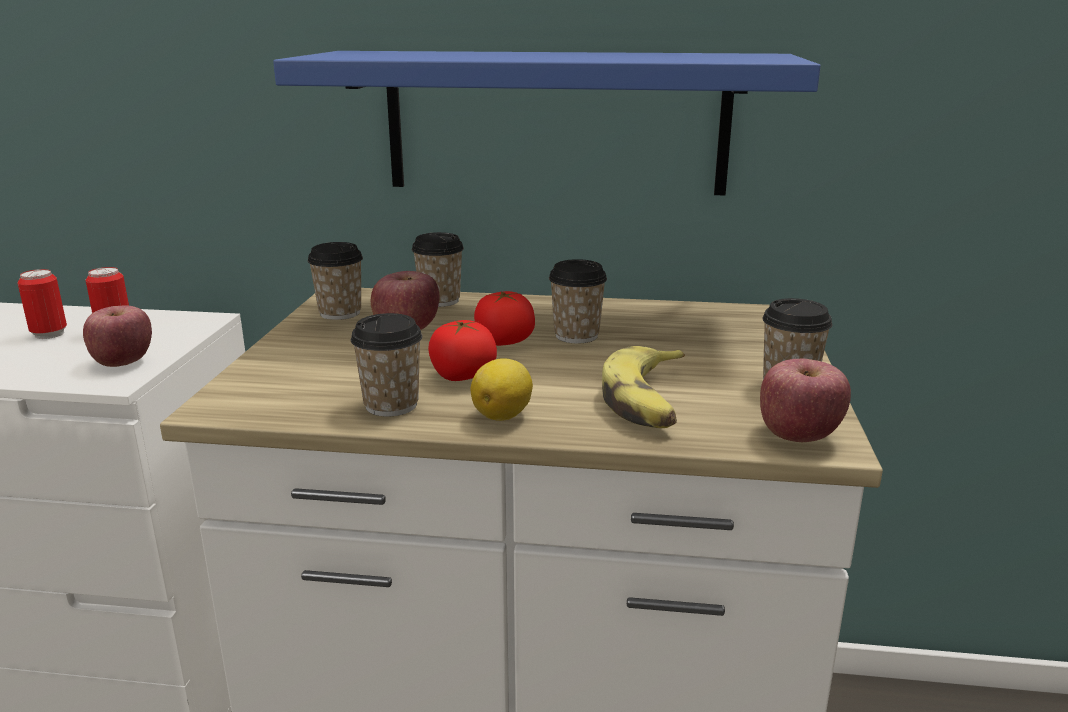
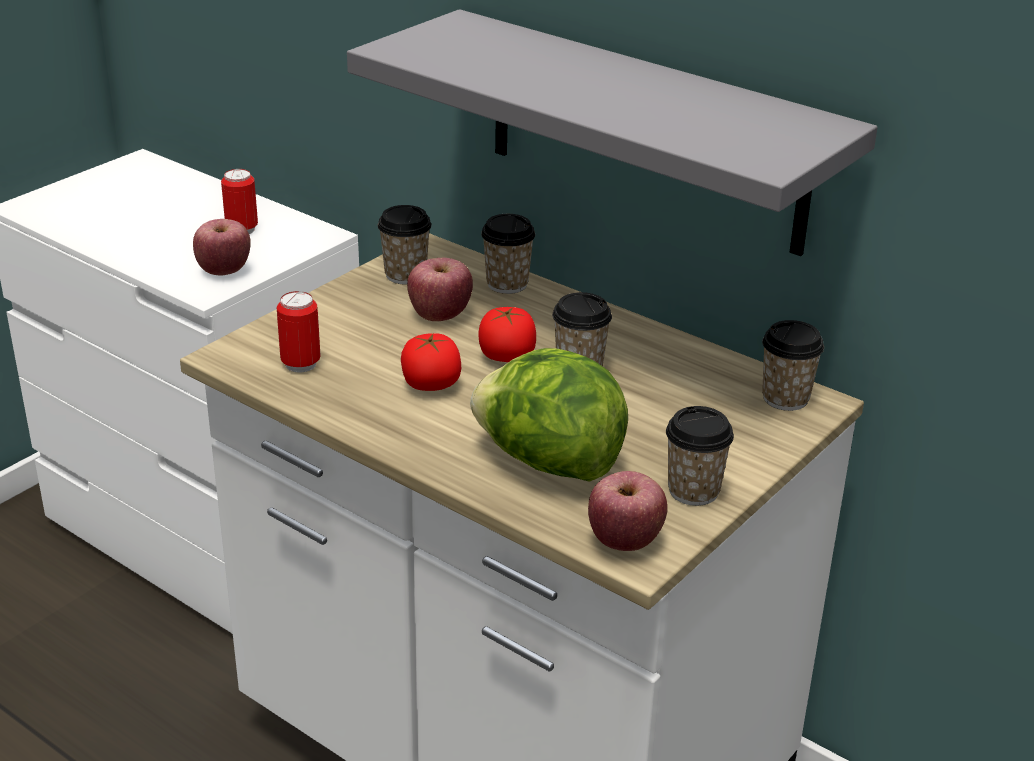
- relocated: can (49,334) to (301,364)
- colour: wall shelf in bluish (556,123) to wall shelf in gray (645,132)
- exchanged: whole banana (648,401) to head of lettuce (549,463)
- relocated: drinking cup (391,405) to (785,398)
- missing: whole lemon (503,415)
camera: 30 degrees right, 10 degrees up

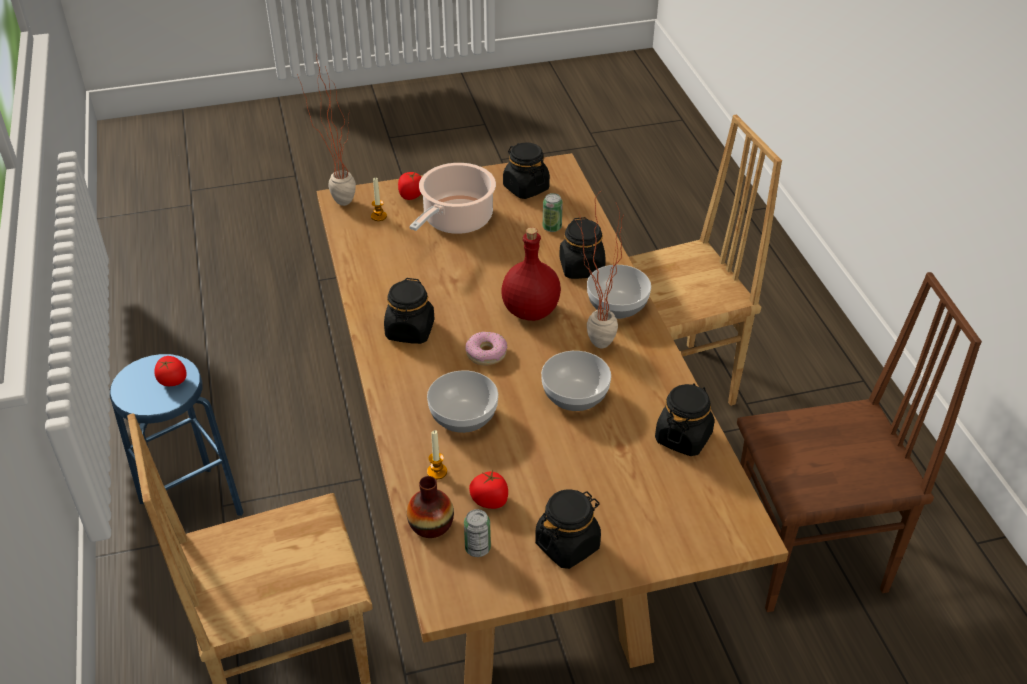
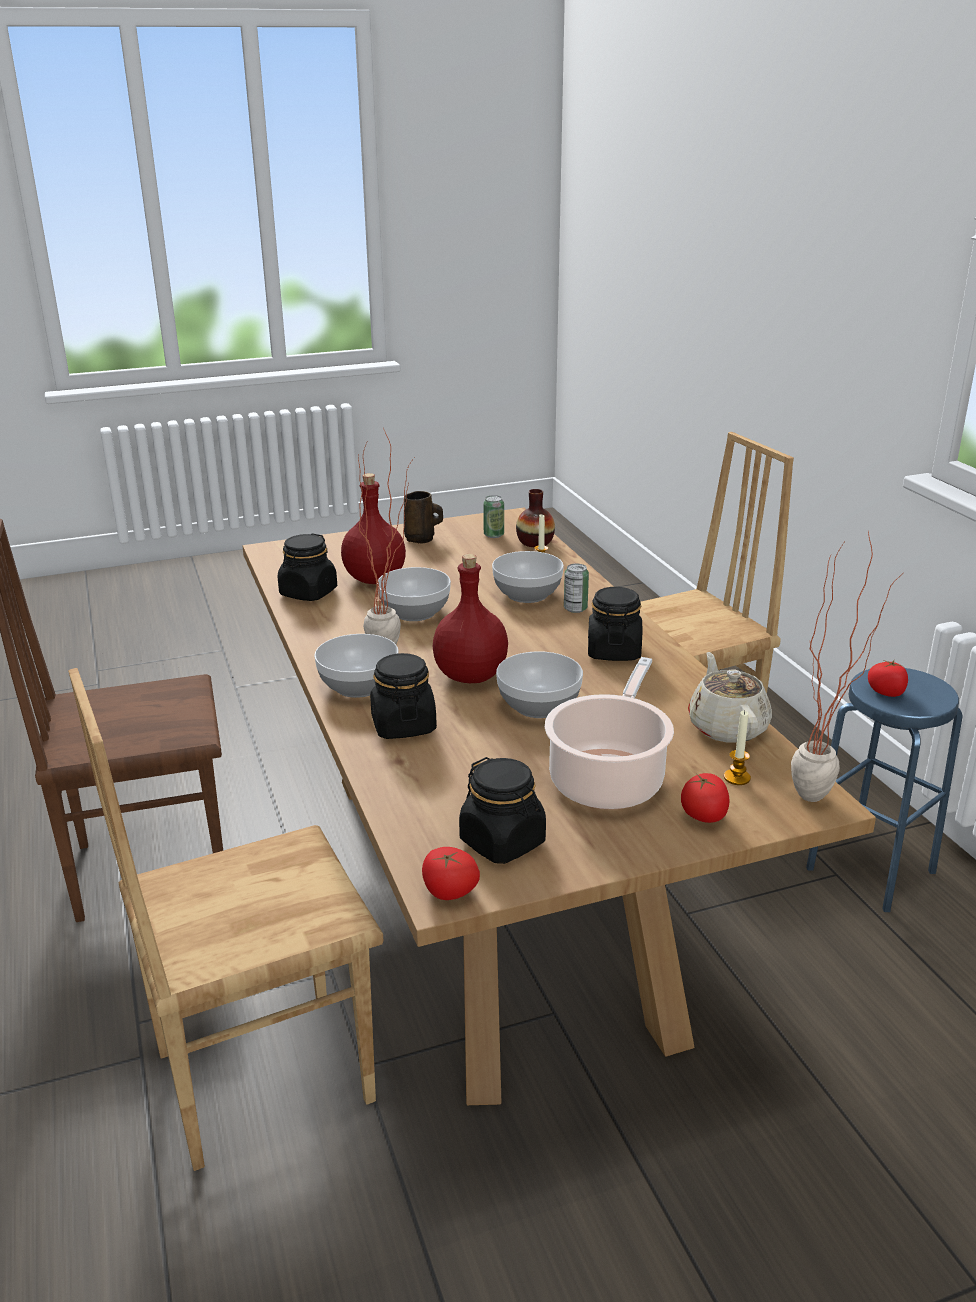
- appeared: bottle in red (374,578)
- exchanged: jar in blackish (567,545) to mug in brown (421,539)
- relocated: whole tomato (490,500) to (449,892)
- appeared: serving bowl (537,705)
- relocated: can (552,227) to (575,609)
- appeared: pot for tea in beige (727,727)
- missing: doughnut (486,353)
camera: 175 degrees right, 15 degrees down

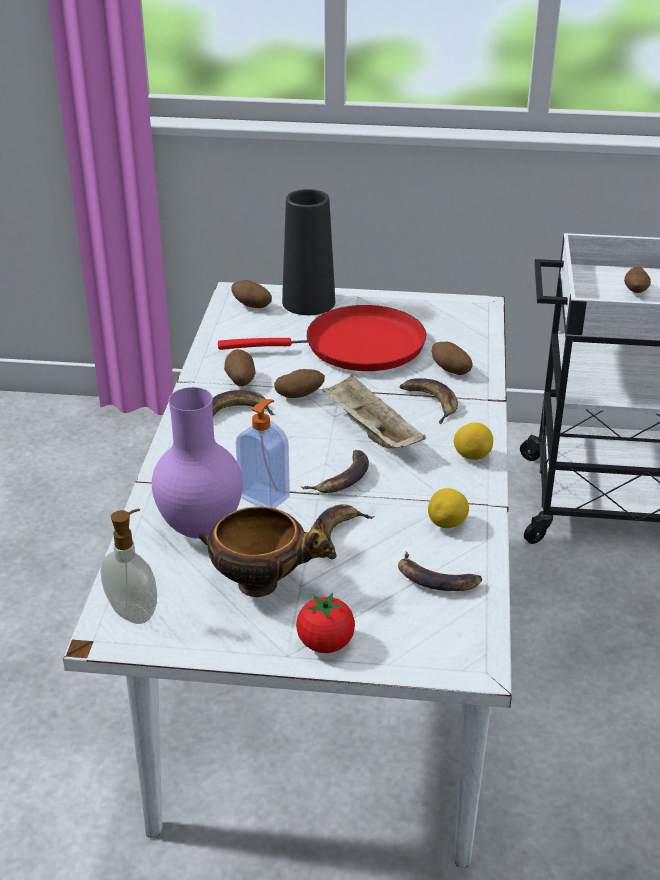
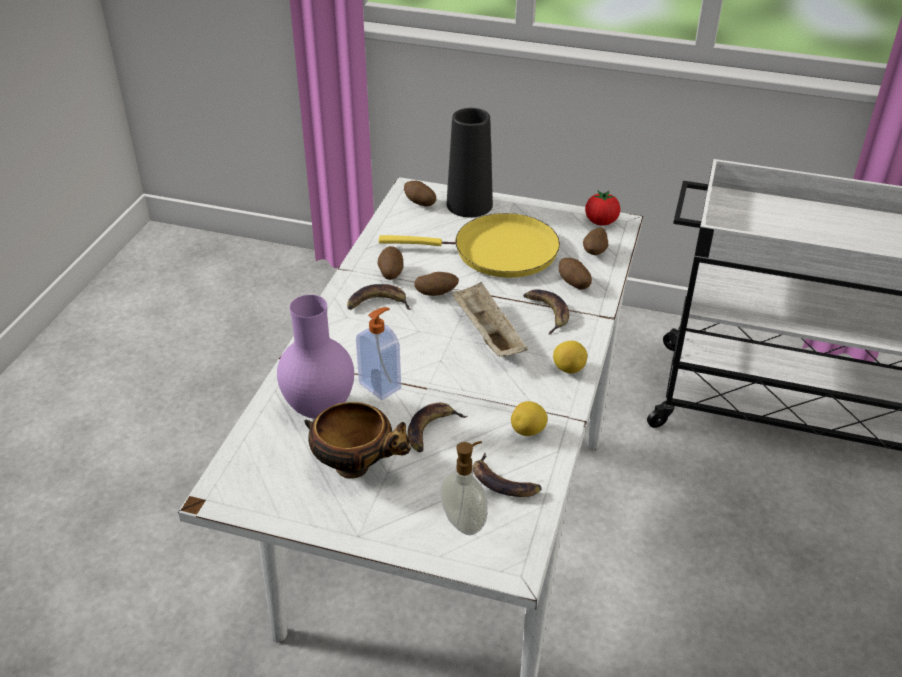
- colour: skillet in red (356,347) to skillet in yellow (498,252)
- relocated: soap bottle (134,611) to (464,522)
- relocated: whole potato (635,291) to (595,252)
- relocated: whole tomato (325,643) to (601,222)
- missing: whole banana (342,478)
camera: 10 degrees right, 5 degrees up

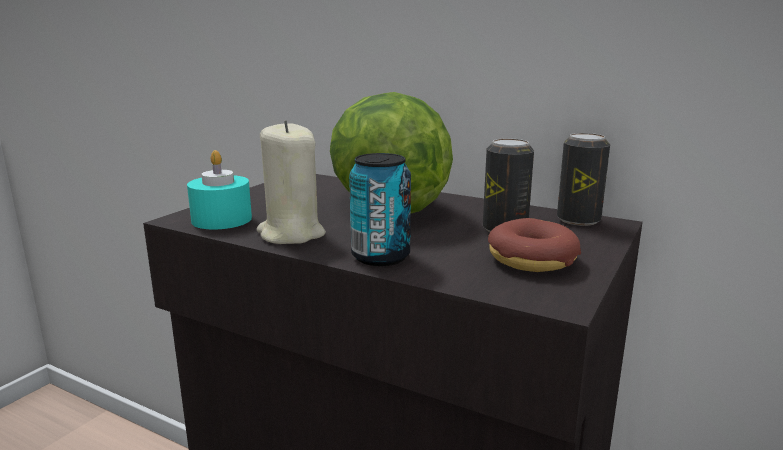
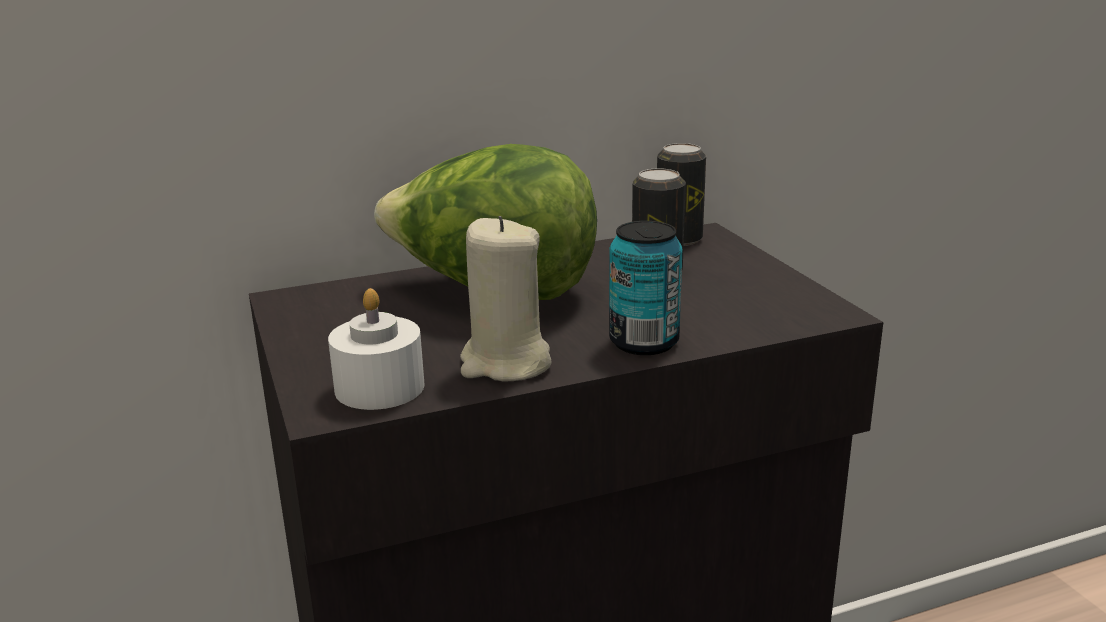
- colour: wax candle in turquoise-coloured (221,219) to wax candle in white-coloured (379,387)
- missing: doughnut (531,260)
camera: 50 degrees left, 5 degrees up

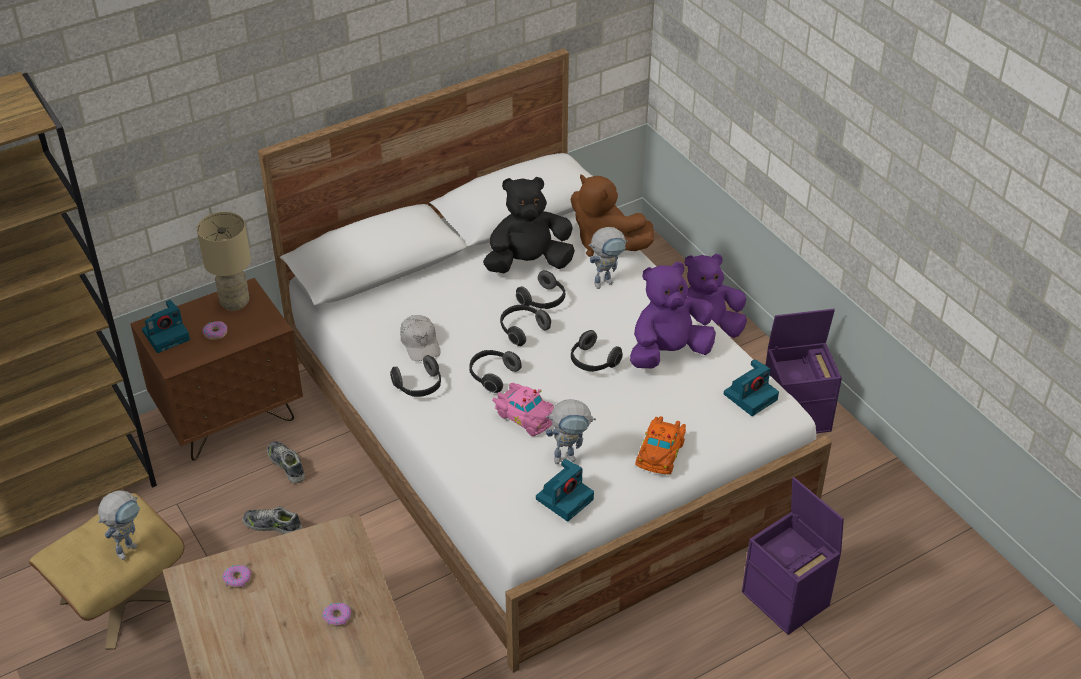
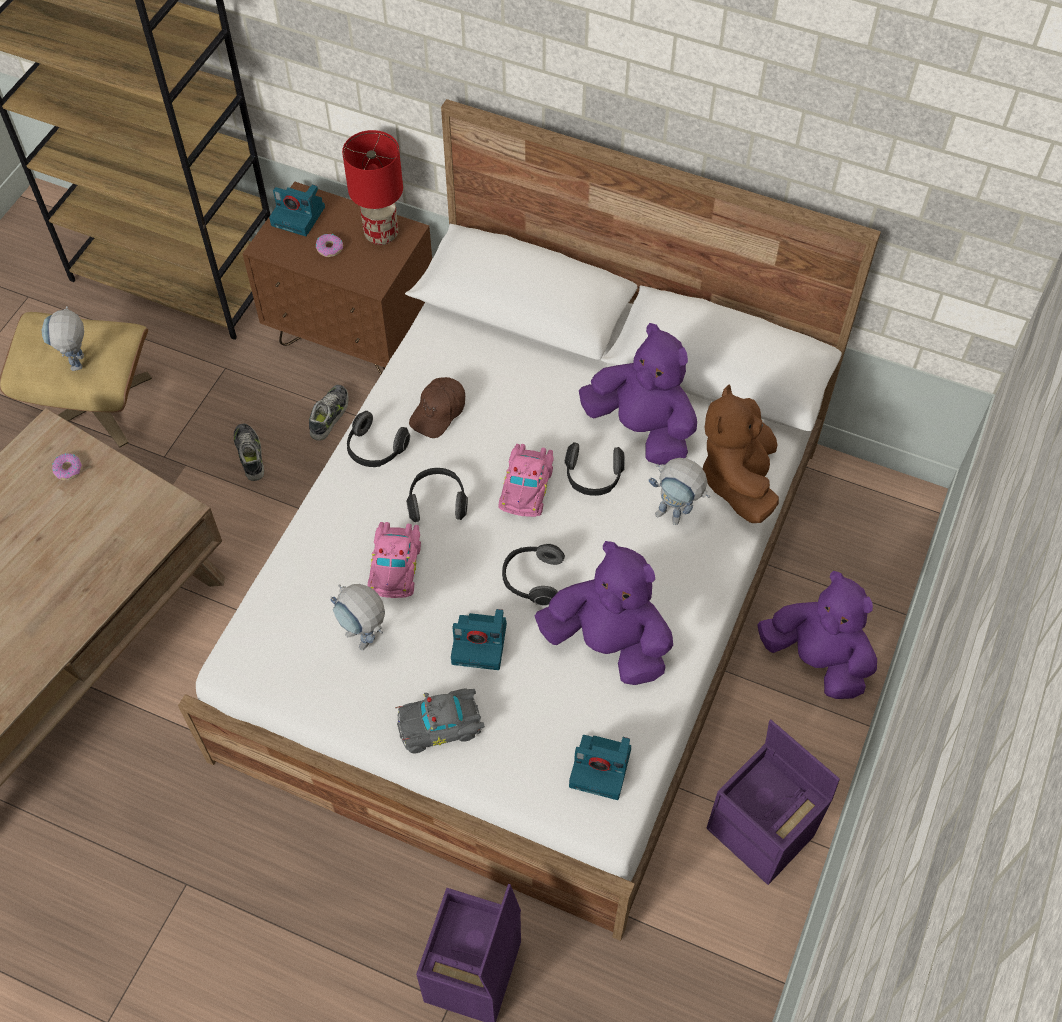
- spun: robot figure (129,546) = (79,367) 90 degrees clockwise
- colour: tabletop lamp in beige (235,303) to tabletop lamp in red (381,235)
- colour: model car in orangey (661,452) to model car in gray (442,725)
- colour: baseball cap in white-coloured (420,343) to baseball cap in brown (439,412)
- relocated: photo camera (565,498) to (481,643)
- exchanged: pair of headphones (522,330) to model car in pinkish (527,486)
- colour: cuddly toy in blackish (528,263) to cuddly toy in purple-coloured (641,429)
- missing: doughnut (337,617)
camera: 55 degrees right, 15 degrees up

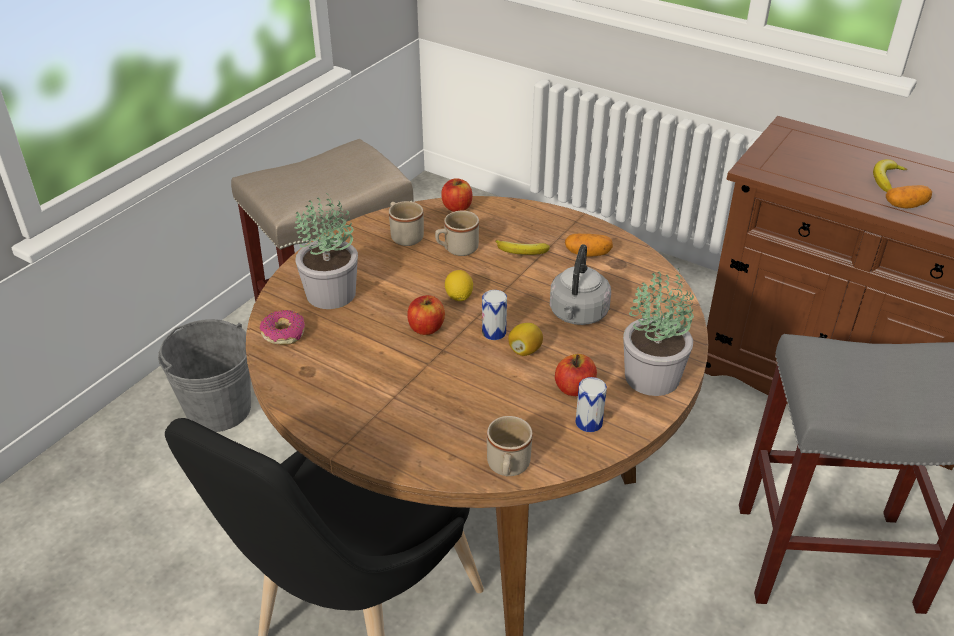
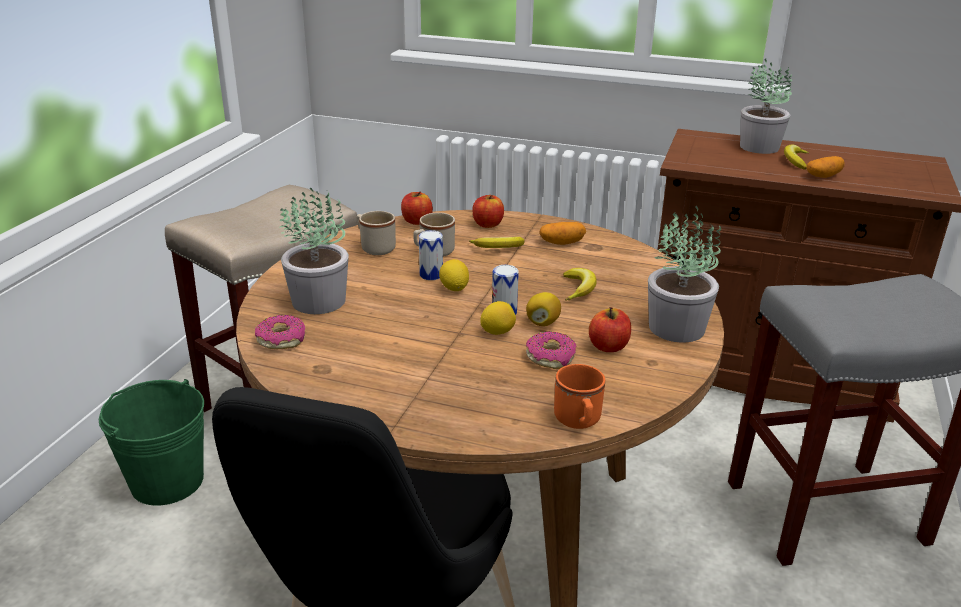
- colour: bucket in gray (219,409) to bucket in green (167,481)
- relocated: can (588,423) to (431,275)
- relocated: apple (426,328) to (487,224)
- appeared: whole lemon (497,332)
- appeared: doughnut (550,357)
- colour: mug in beige (507,468) to mug in orangey (578,422)
- exchanged: kettle in gray (577,315) to whole banana (578,289)
- appeared: plant in a pot (758,147)
camera: 15 degrees left, 10 degrees down

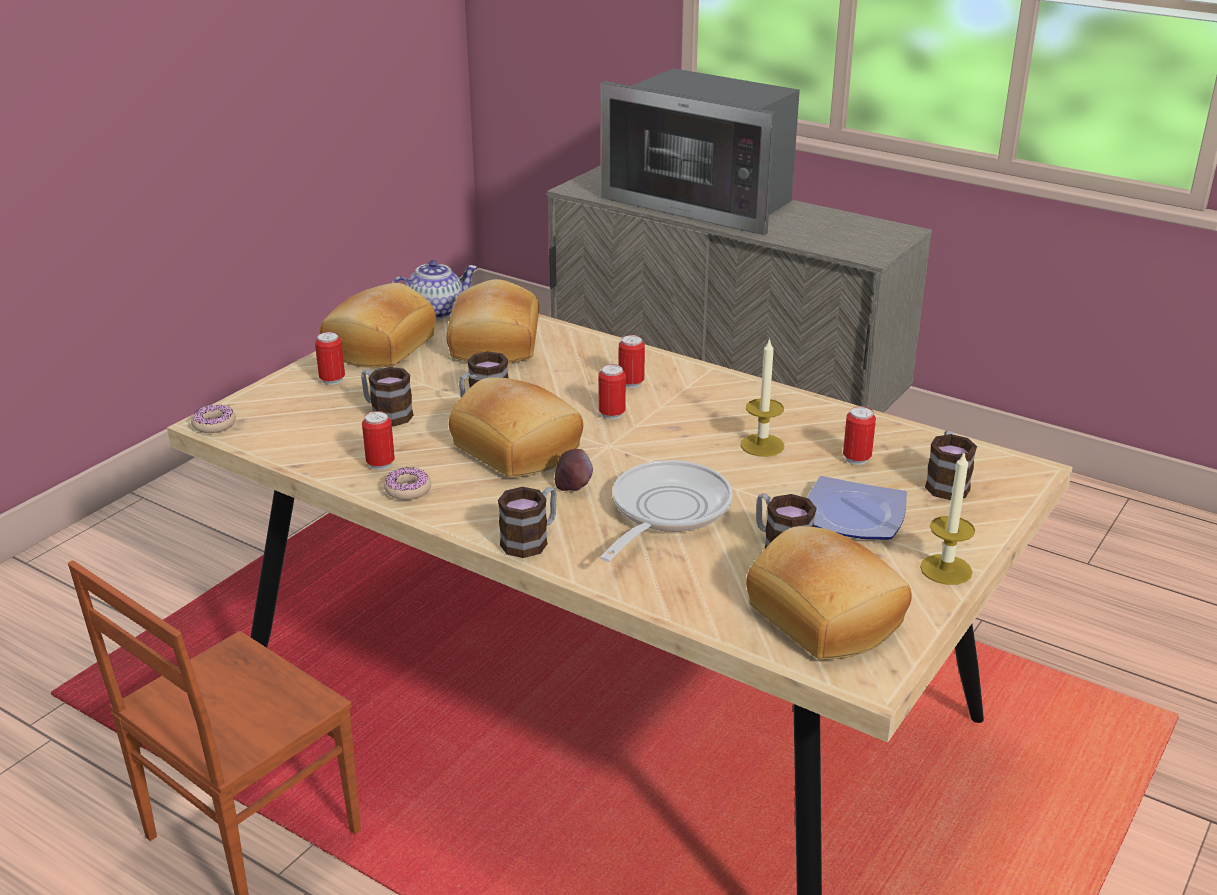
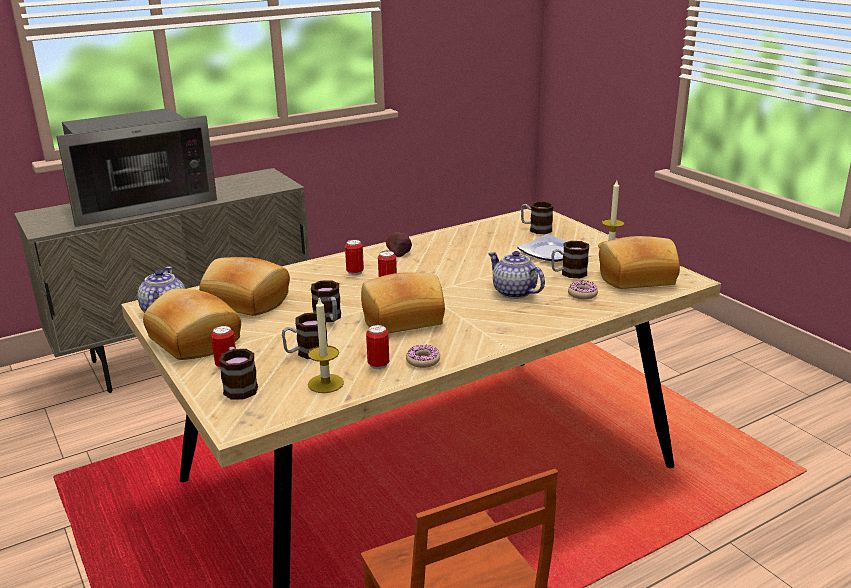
- relocated: mug (531,539) to (239,386)
- relocated: wax candle (762,445) to (325,383)
- relocated: apple (573,486) to (399,253)
- exchanged: skillet (665,512) to pot for tea (513,292)
- relocated: doughnut (214,424) to (582,294)
- missing: can (856,459)
camera: 65 degrees left, 5 degrees down

